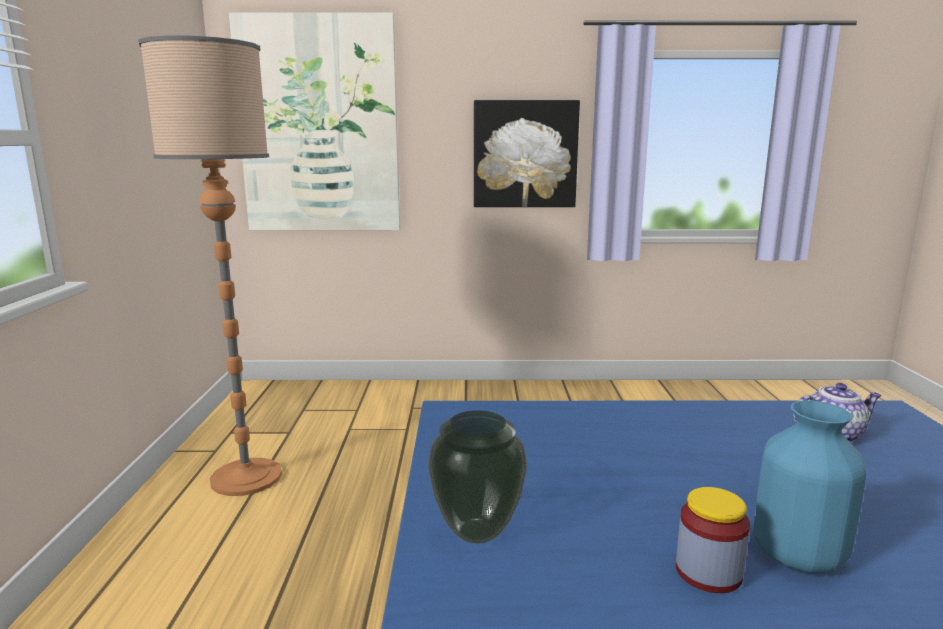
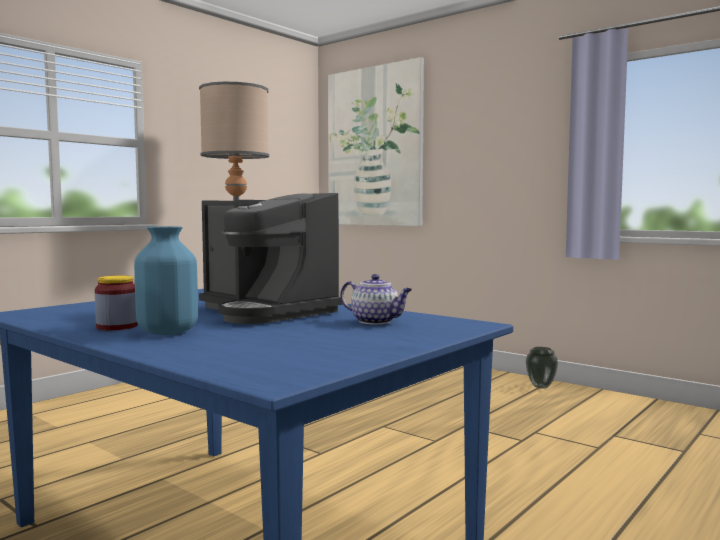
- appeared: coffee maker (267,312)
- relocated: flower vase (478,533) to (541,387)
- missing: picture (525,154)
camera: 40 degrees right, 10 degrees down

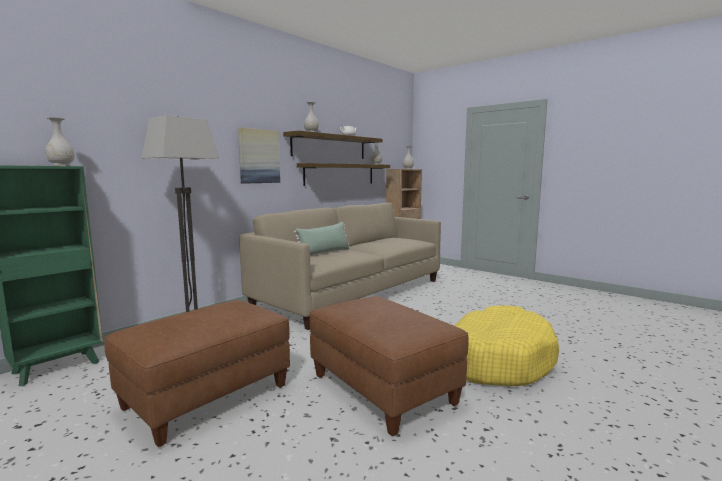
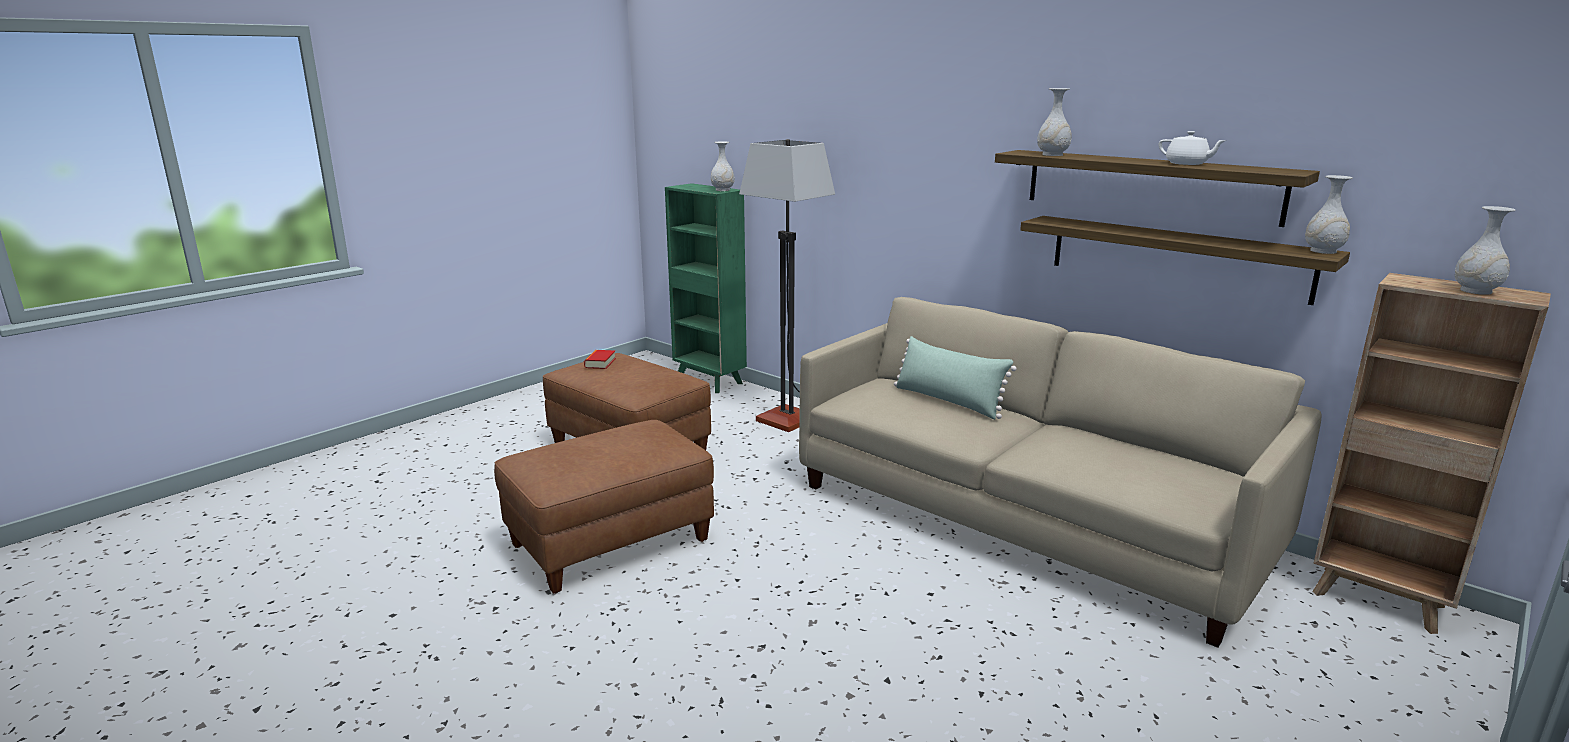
- appeared: book (600,363)
- missing: picture (259,156)
- missing: pet bed in yellow (496,359)
camera: 90 degrees right, 10 degrees up

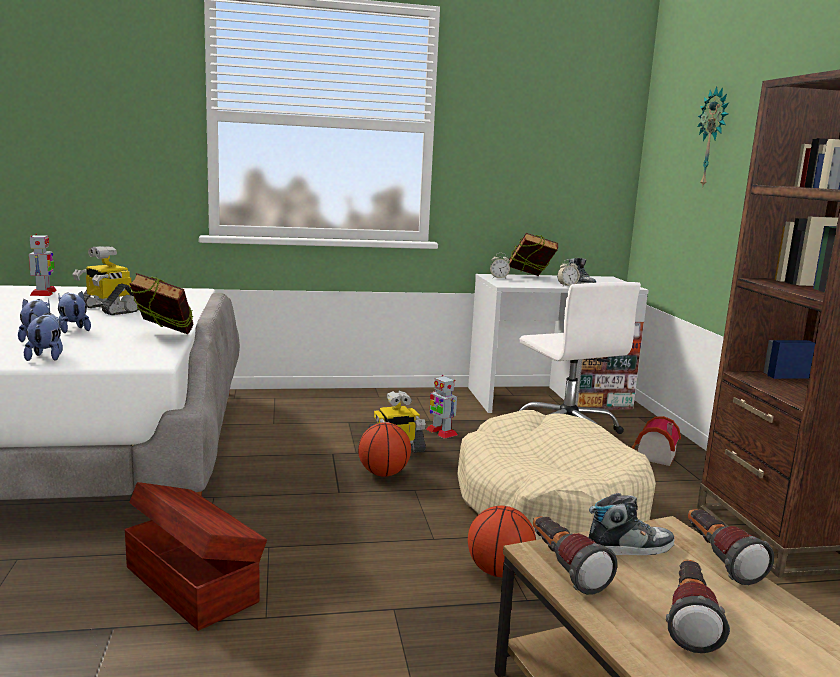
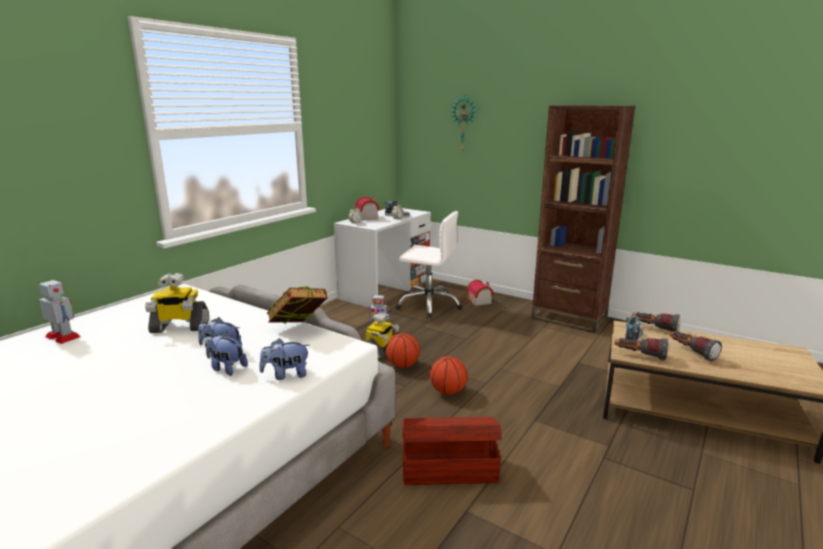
- spun: cuddly toy (47,357) = (286,375) 45 degrees counterclockwise
- exchanged: book (530,277) to toy house (366,218)
- relocated: basketball ball (498,572) to (448,391)
- missing: pet bed in beige (548,505)
camera: 45 degrees left, 5 degrees up

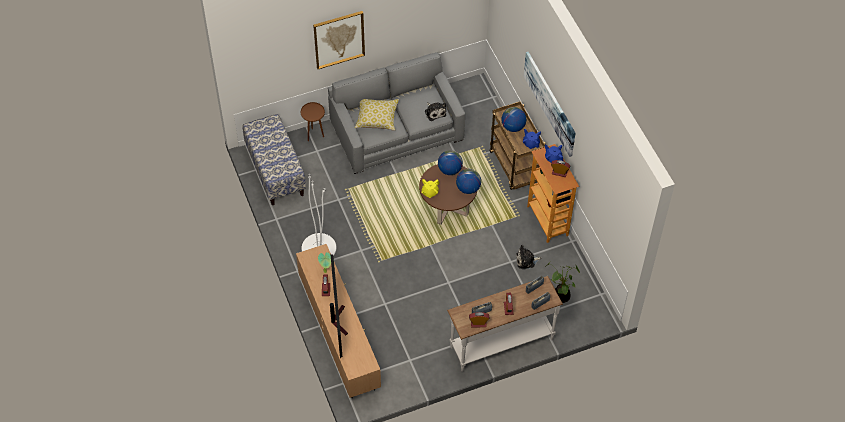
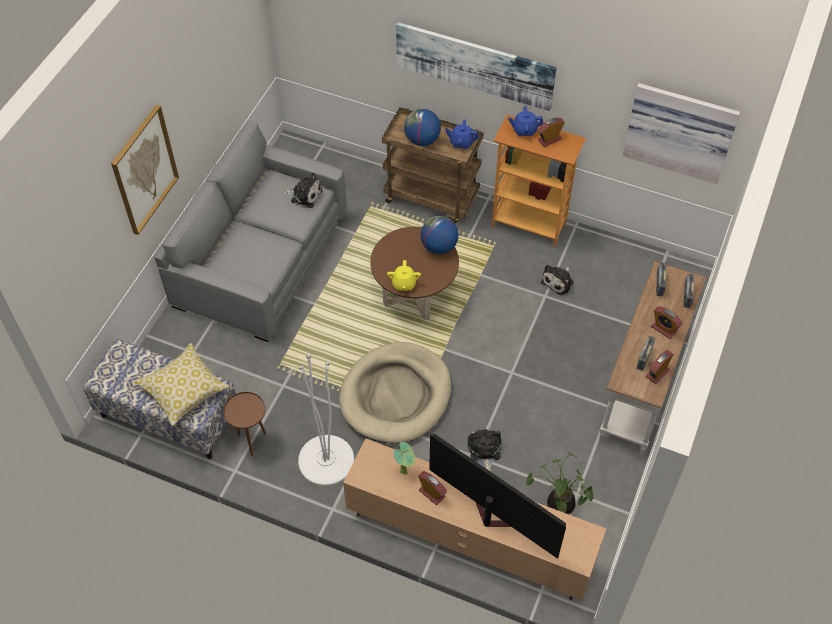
- relocated: throw pillow (377,118) to (184,390)
- relocated: side table in brown (314,135) to (252,441)
- appeared: pet bed in beige (396,395)
- appeared: cuddly toy (484,451)
- relocated: plant in a pot (559,295) to (558,505)
- appeared: picture (680,130)
- missing: desk globe (449,170)
camera: 45 degrees left, 0 degrees up

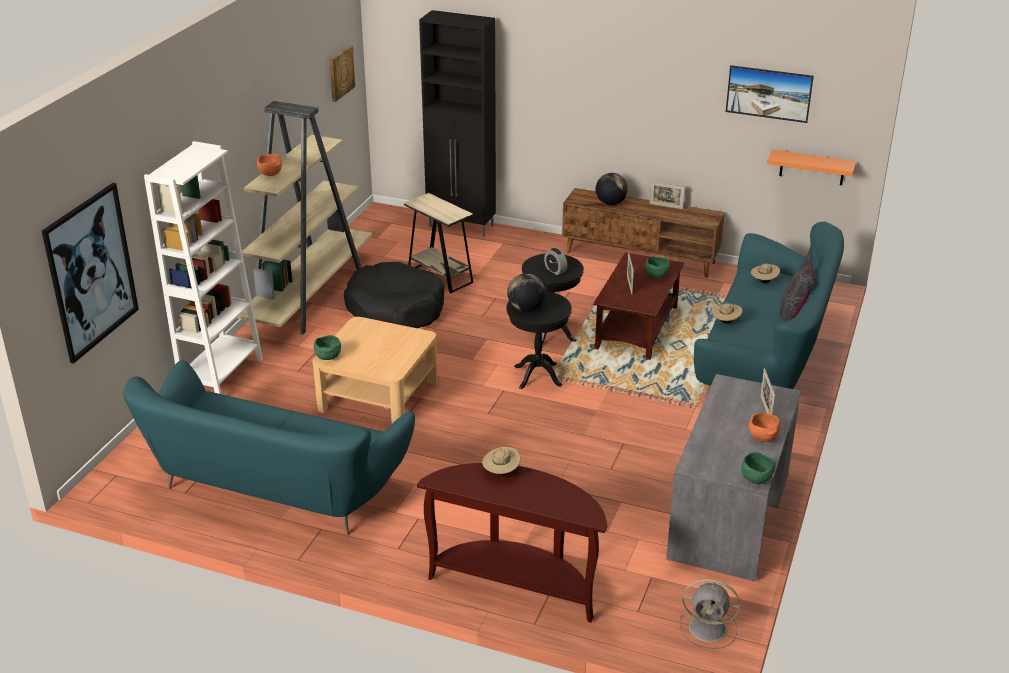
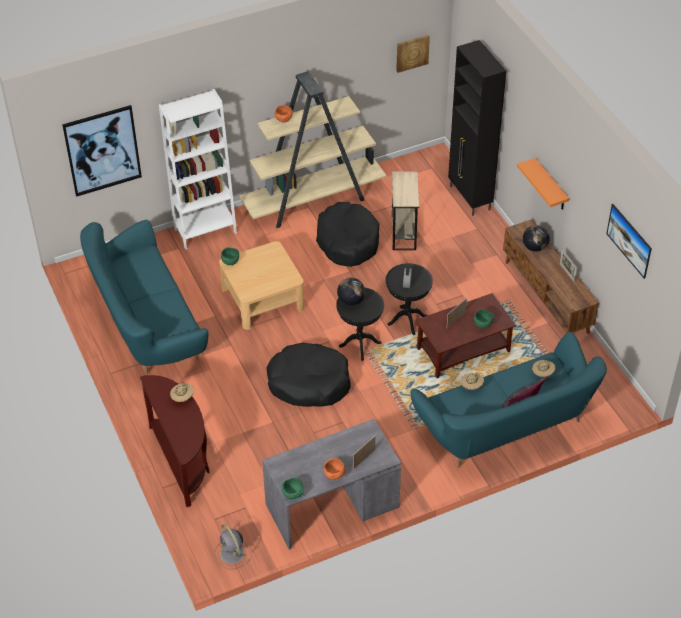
- appeared: pet bed in blackish (309,383)
- relocated: wall shelf in orangey (812,167) to (551,185)
camera: 45 degrees right, 15 degrees up

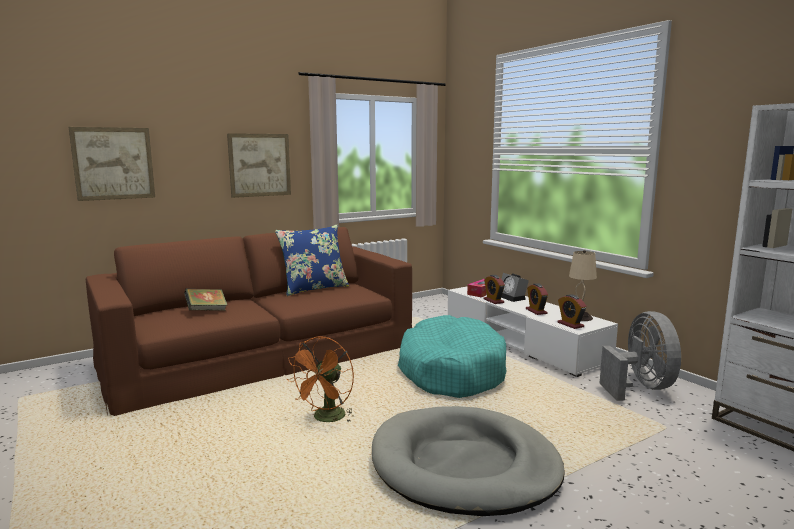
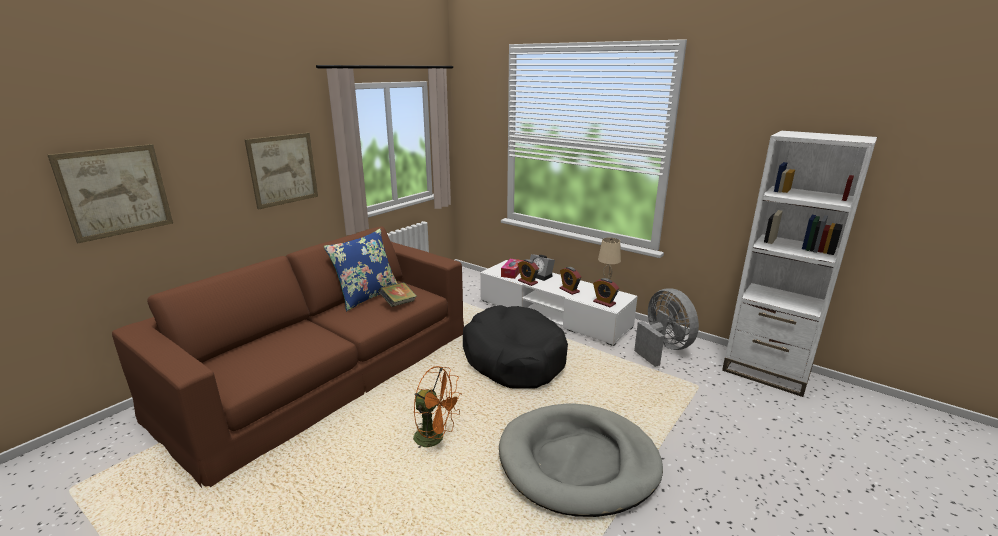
- relocated: book (206,311) to (398,304)
- spun: electric fan in orangey (326,419) = (435,438) 75 degrees counterclockwise
- colour: pet bed in turquoise-coloured (451,371) to pet bed in blackish (514,358)
camera: 20 degrees left, 10 degrees up

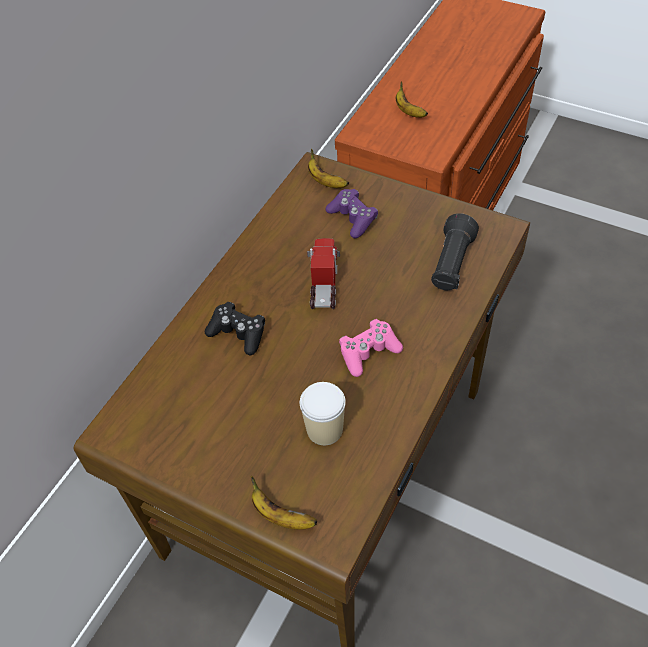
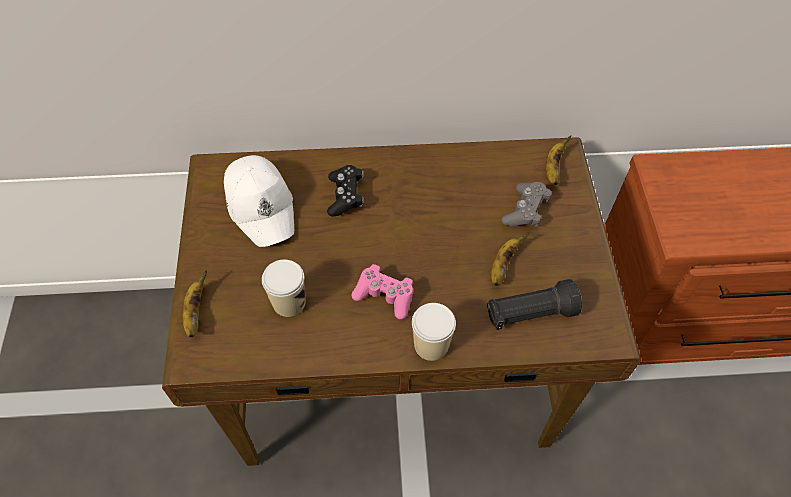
- appeared: baseball cap in white-coloured (261,205)
- appeared: drinking cup (431,345)
- relocated: whole banana (408,111) to (502,265)
- colour: gamepad in purple-coloured (352,219) to gamepad in gray (525,210)
- missing: model truck (324,281)
camera: 55 degrees right, 5 degrees up

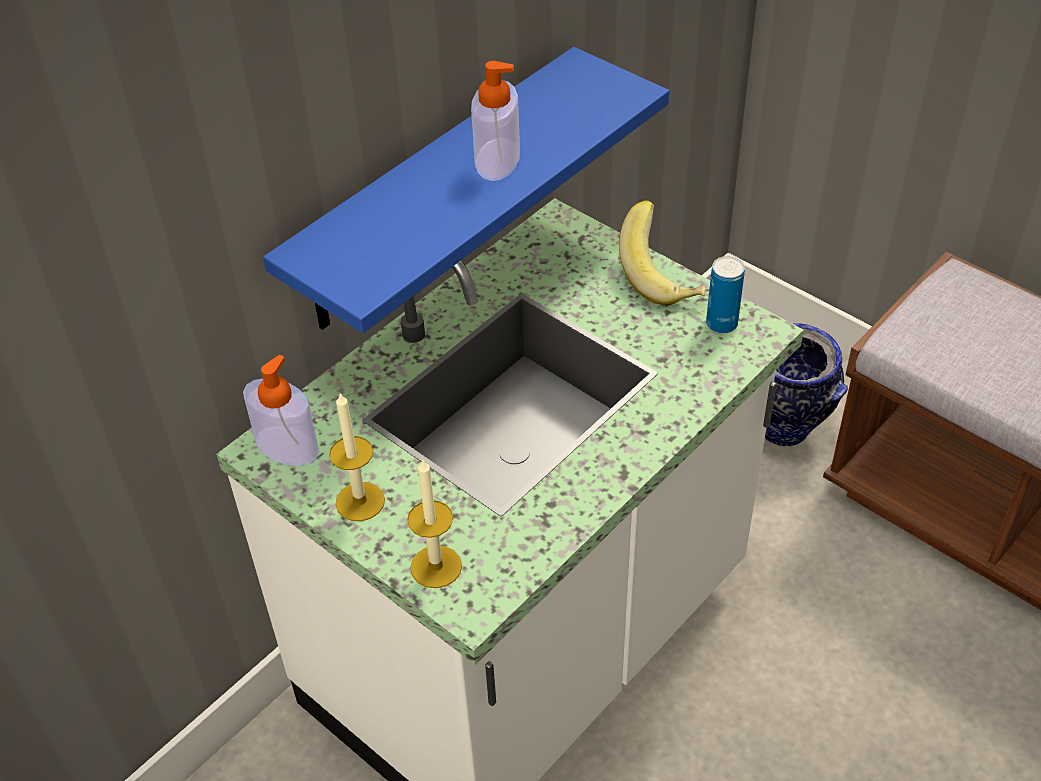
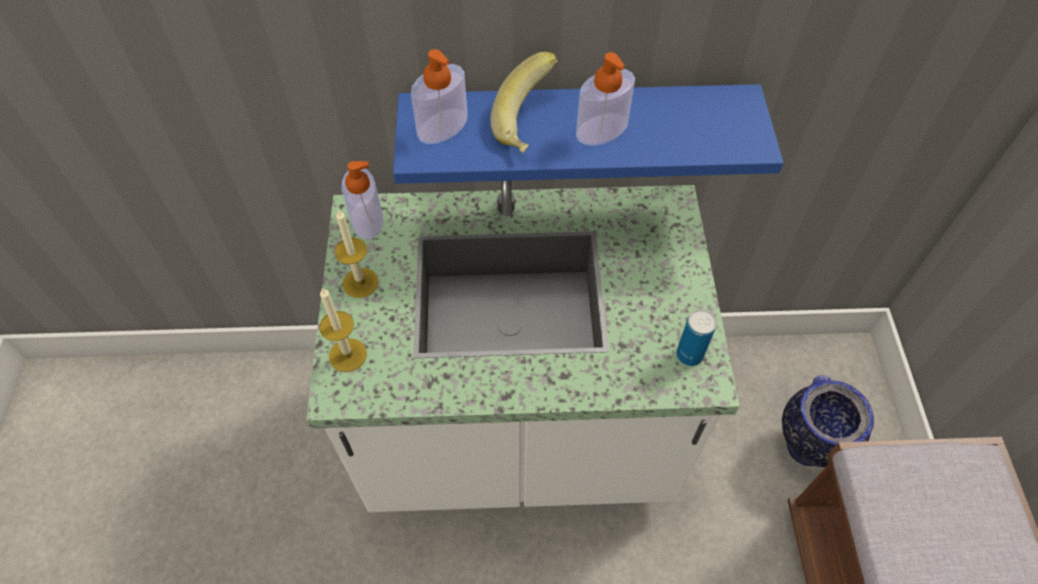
- appeared: soap bottle (442,126)
- relocated: whole banana (663,277) to (529,124)
camera: 45 degrees right, 10 degrees up

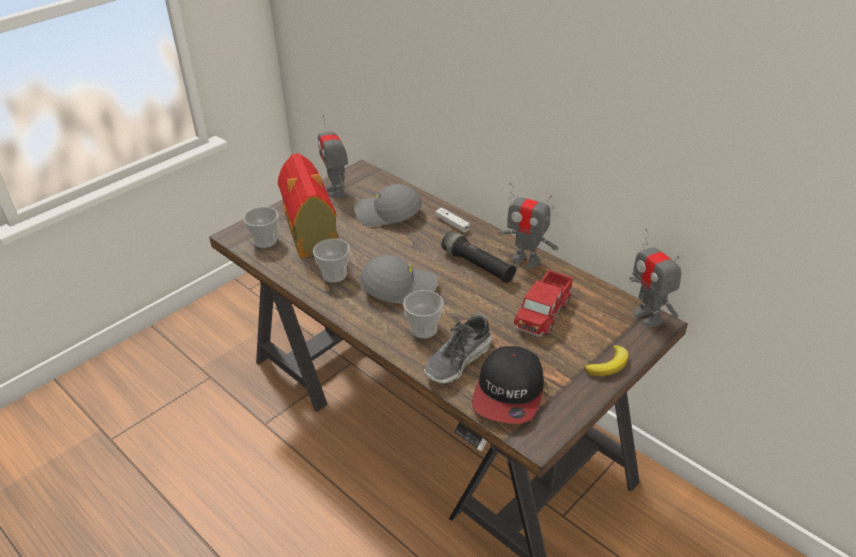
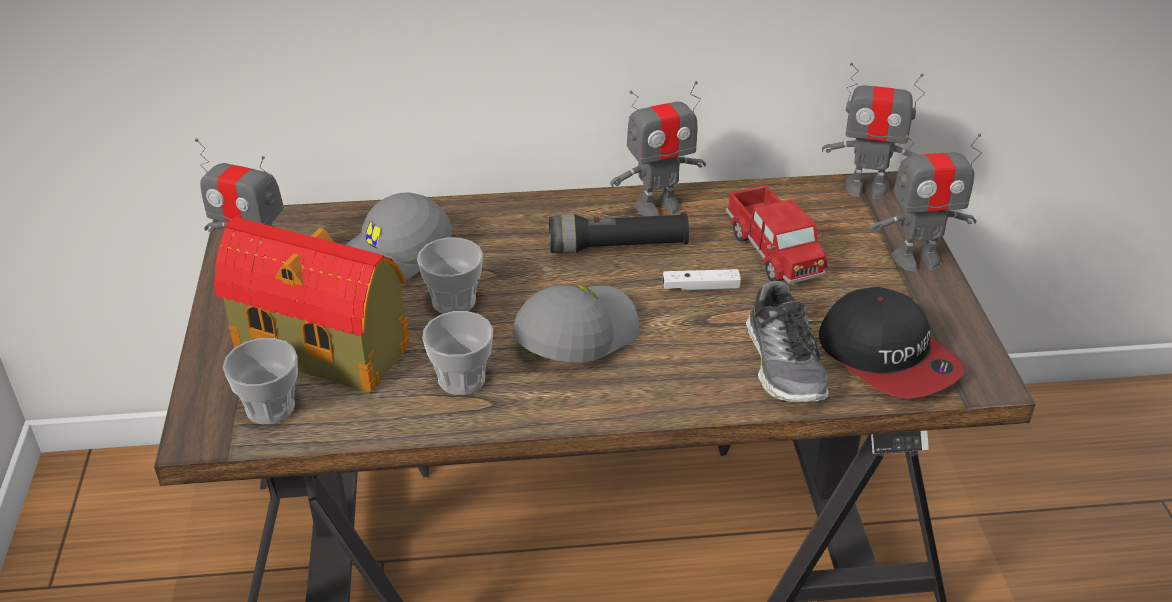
- relocated: drinking cup (424,329) to (454,301)
- relocated: gamepad in white-coloured (452,223) to (700,287)
- exchanged: whole banana (609,365) to robot figure (917,258)
camera: 50 degrees left, 0 degrees up

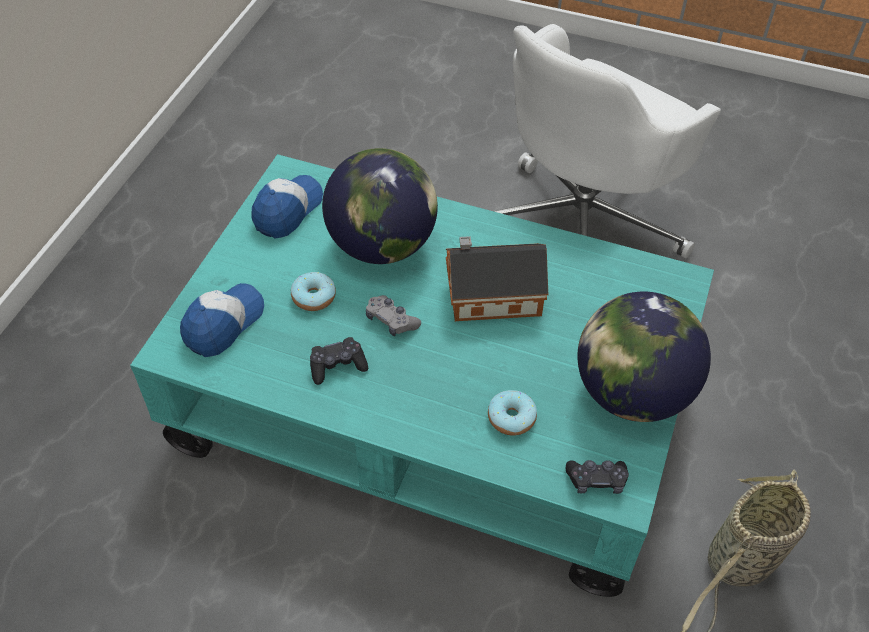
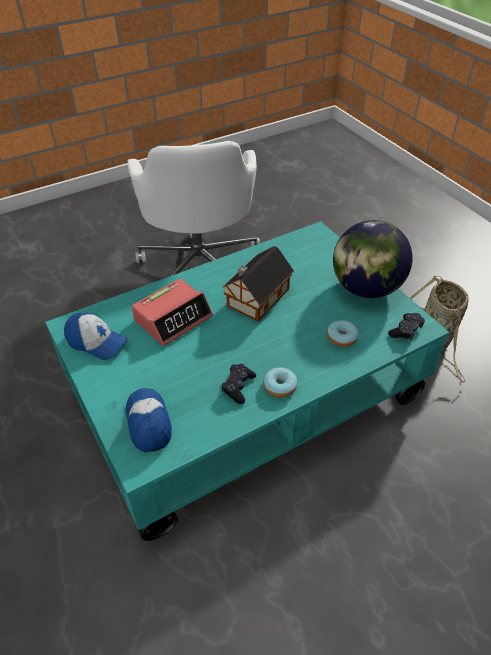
- spun: baseball cap (287,210) = (96,342) 135 degrees clockwise
- exchanged: desk globe (382,245) to alarm clock (173,318)
- relocated: doughnut (314,297) to (279,386)
- missing: gamepad in gray (391,321)
camera: 50 degrees left, 5 degrees down

